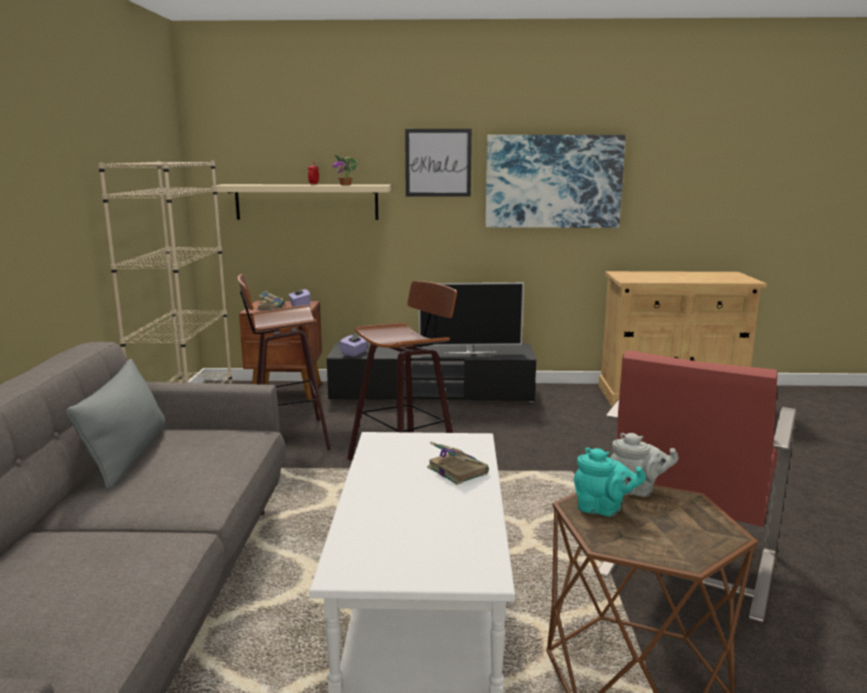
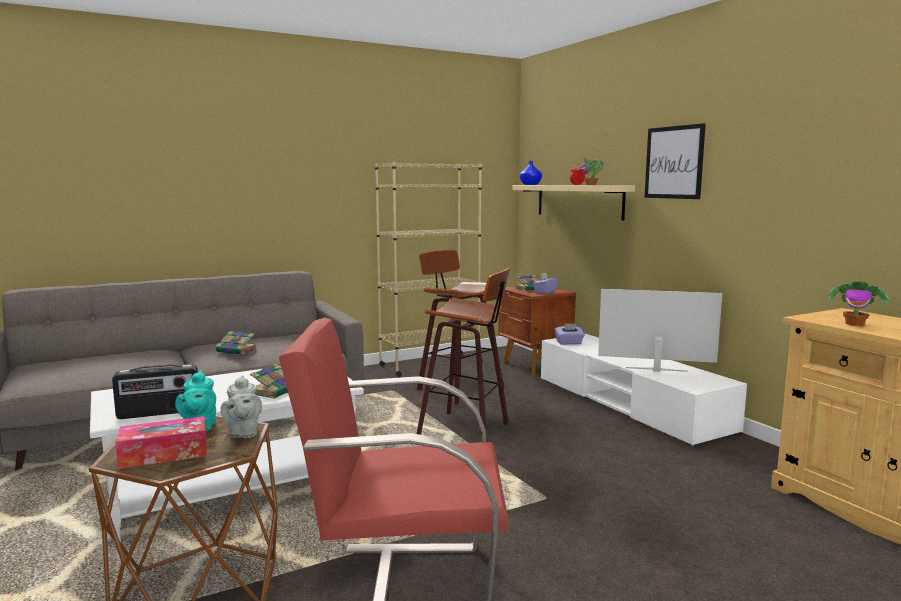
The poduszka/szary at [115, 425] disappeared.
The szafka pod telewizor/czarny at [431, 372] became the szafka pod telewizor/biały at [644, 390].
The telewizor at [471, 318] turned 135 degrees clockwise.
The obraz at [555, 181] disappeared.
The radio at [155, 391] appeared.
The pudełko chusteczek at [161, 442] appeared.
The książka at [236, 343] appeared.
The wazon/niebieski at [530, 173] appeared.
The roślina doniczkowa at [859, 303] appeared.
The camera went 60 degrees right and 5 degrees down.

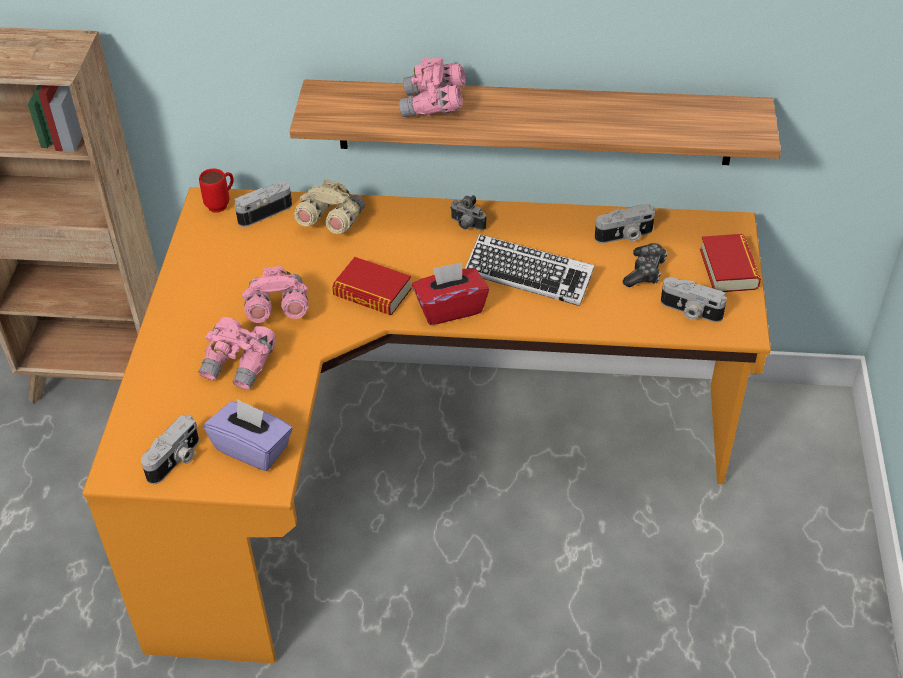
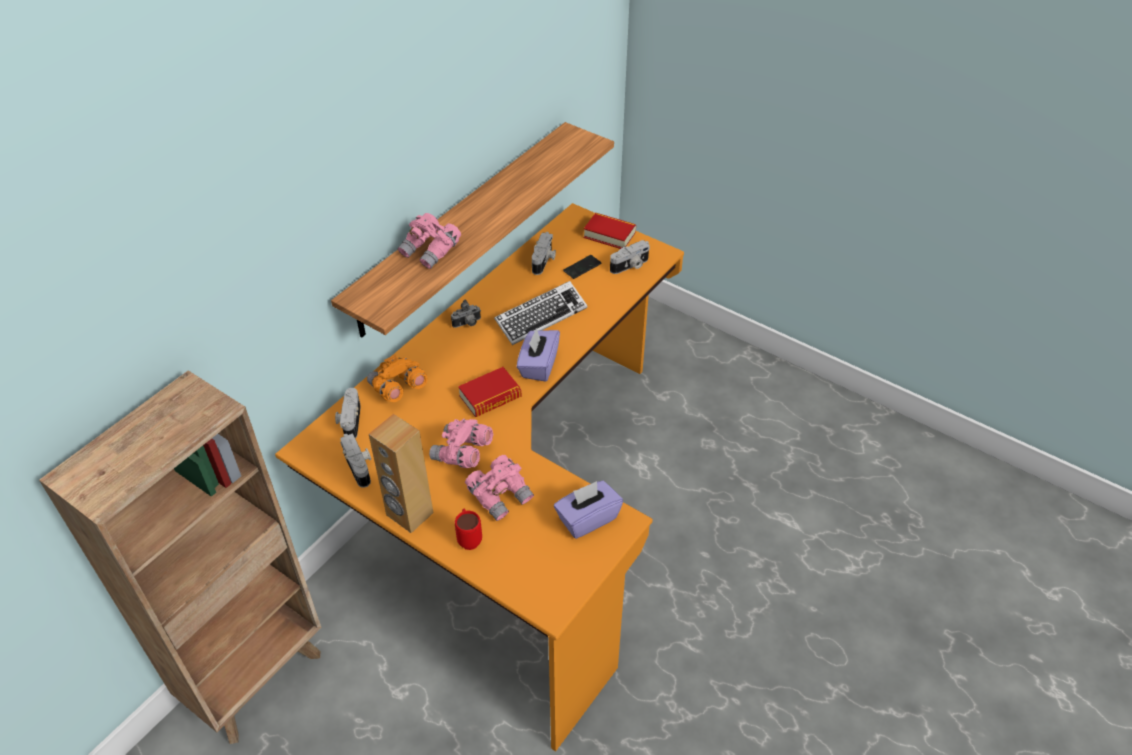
The aparat fotograficzny moved from [170, 449] to [355, 460].
The kubek/czerwony moved from [216, 190] to [468, 529].
The lornetka/beżowy at [329, 206] became the lornetka/pomarańczowy at [397, 378].
The pudełko chusteczek/czerwony at [450, 293] became the pudełko chusteczek/fioletowy at [538, 355].
The pad do gier at [645, 265] was replaced by the telefon at [582, 267].
The głośnik/brązowy at [401, 473] appeared.
The camera went 60 degrees left and 0 degrees up.

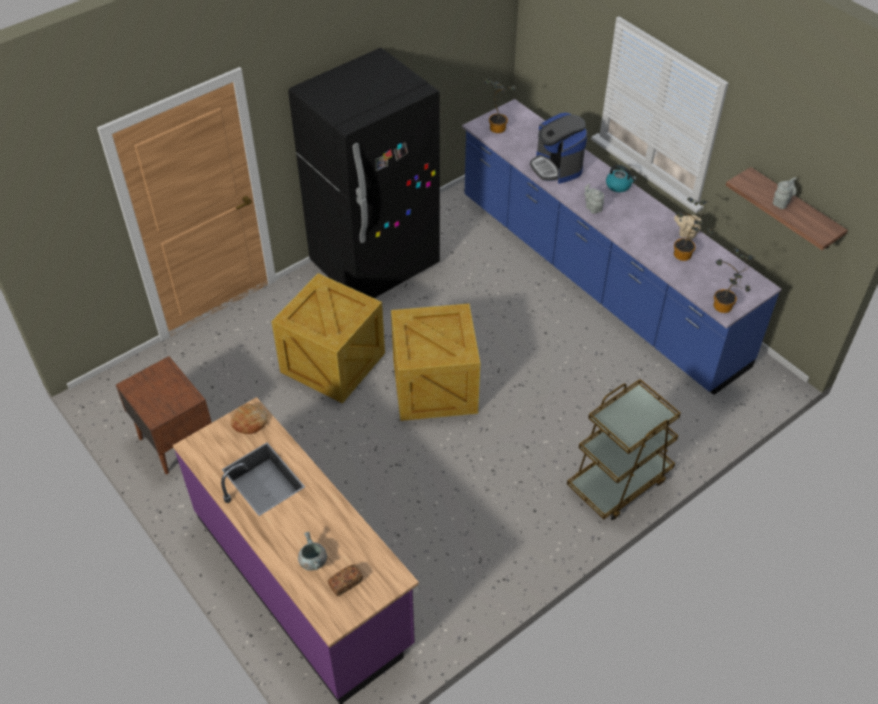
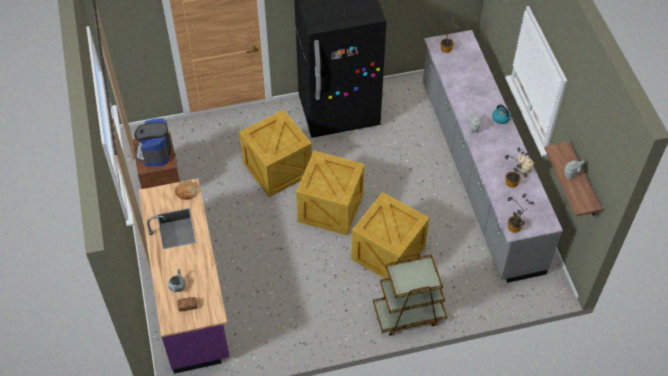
The zabudowa kuchenna/niebieski at [622, 247] became the zabudowa kuchenna/szary at [493, 156].
The ekspres do kawy moved from [558, 148] to [152, 142].
The skrzynka at [390, 236] appeared.
The camera went 25 degrees right and 5 degrees up.

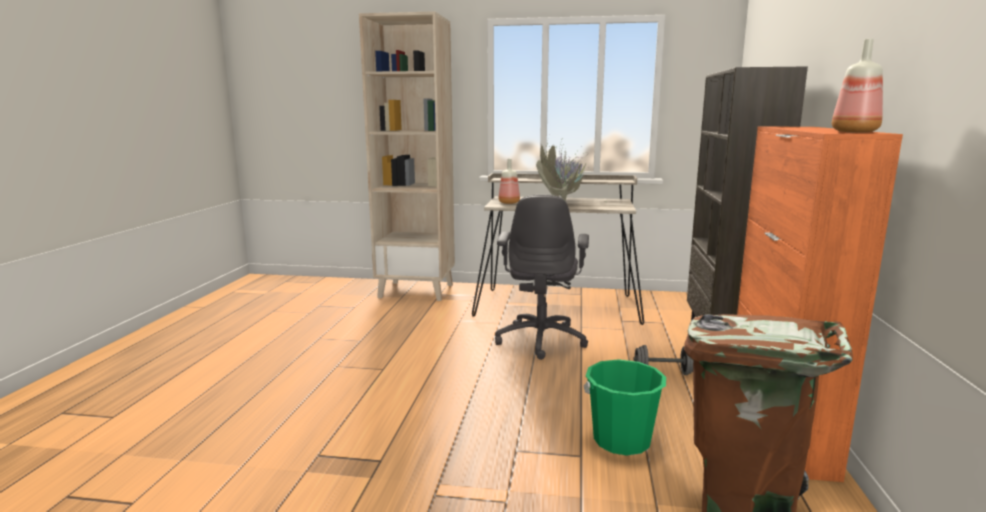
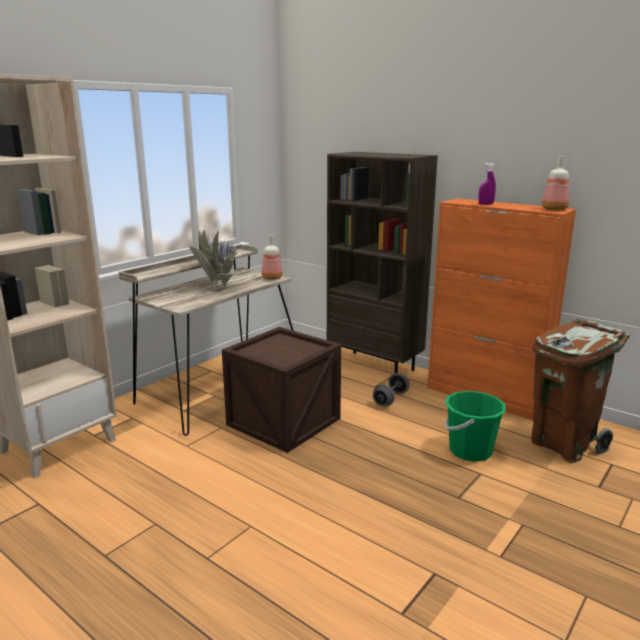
The krzesło biurowe/szary at [542, 277] was replaced by the skrzynka at [281, 390].
The butelka moved from [509, 181] to [272, 257].
The spryskiwacz/fioletowy at [487, 184] appeared.
The camera went 60 degrees left and 5 degrees up.

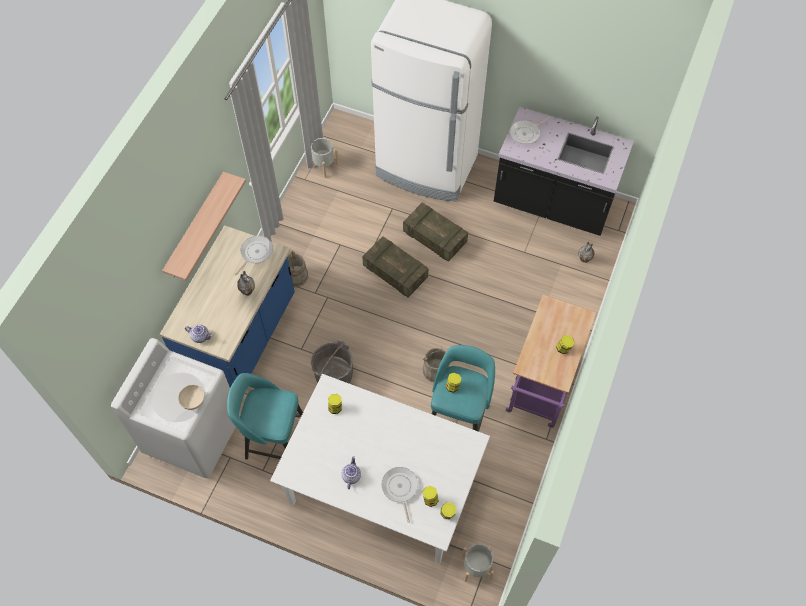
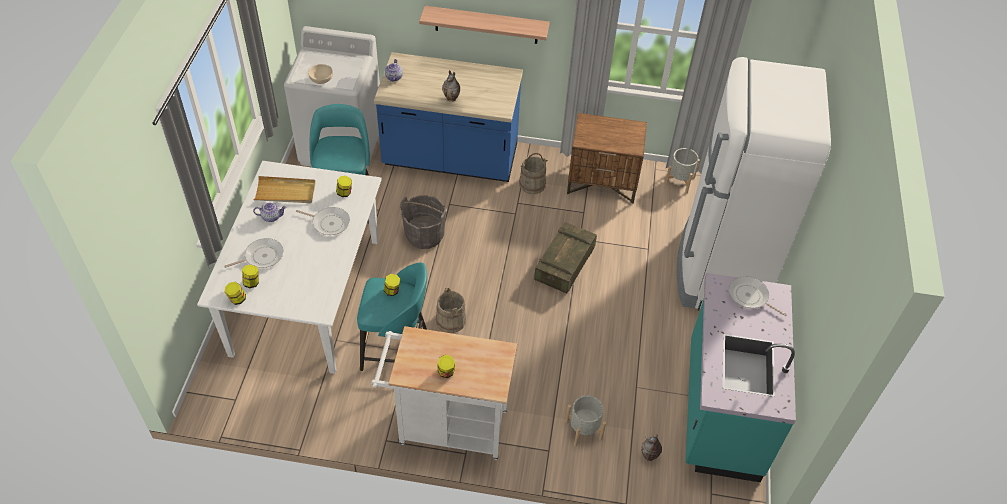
The patelnia moved from [254, 255] to [323, 221].
The skrzynka at [435, 232] disappeared.
The donica/szary moved from [478, 563] to [585, 421].
The zabudowa kuchenna/czarny at [564, 171] became the zabudowa kuchenna/turkusowy at [740, 377].
The wózek/fioletowy at [551, 362] became the wózek/biały at [444, 393].
The taca/beżowy at [284, 189] appeared.
The szafka nocna/brązowy at [607, 158] appeared.
The camera went 75 degrees right and 10 degrees down.

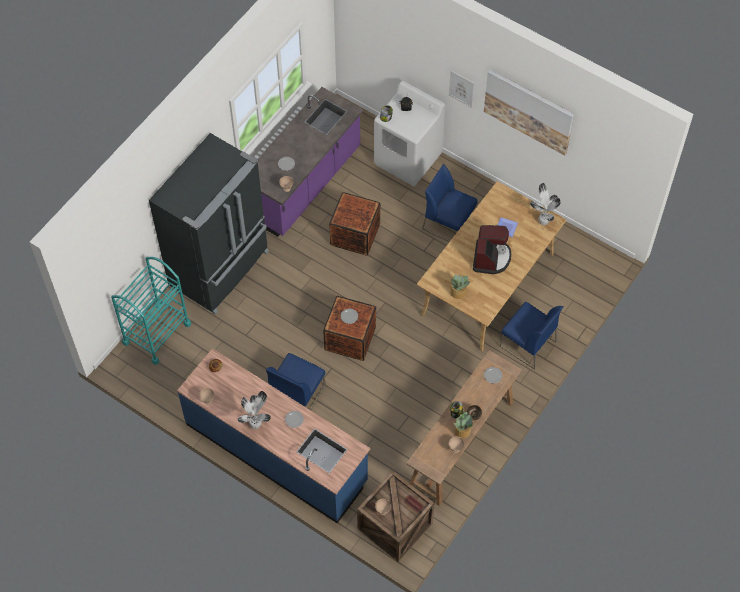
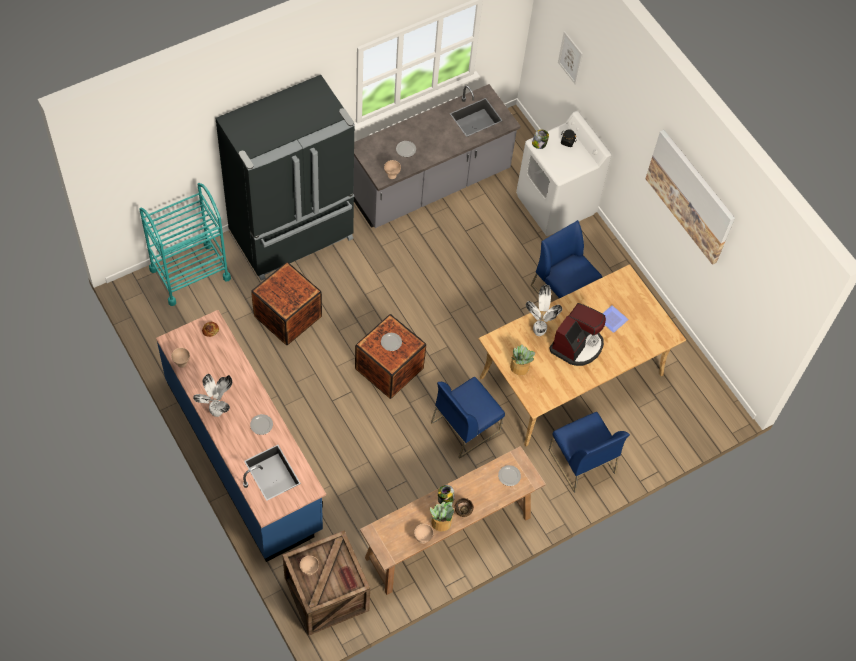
The zabudowa kuchenna/fioletowy at [310, 162] became the zabudowa kuchenna/szary at [437, 156].
The krzesło/niebieski moved from [295, 381] to [468, 418].
The skrzynka moved from [355, 224] to [286, 303].
The obraz moved from [462, 89] to [570, 58].
The roślina doniczkowa moved from [545, 204] to [544, 310].
The camera went 20 degrees right and 0 degrees up.

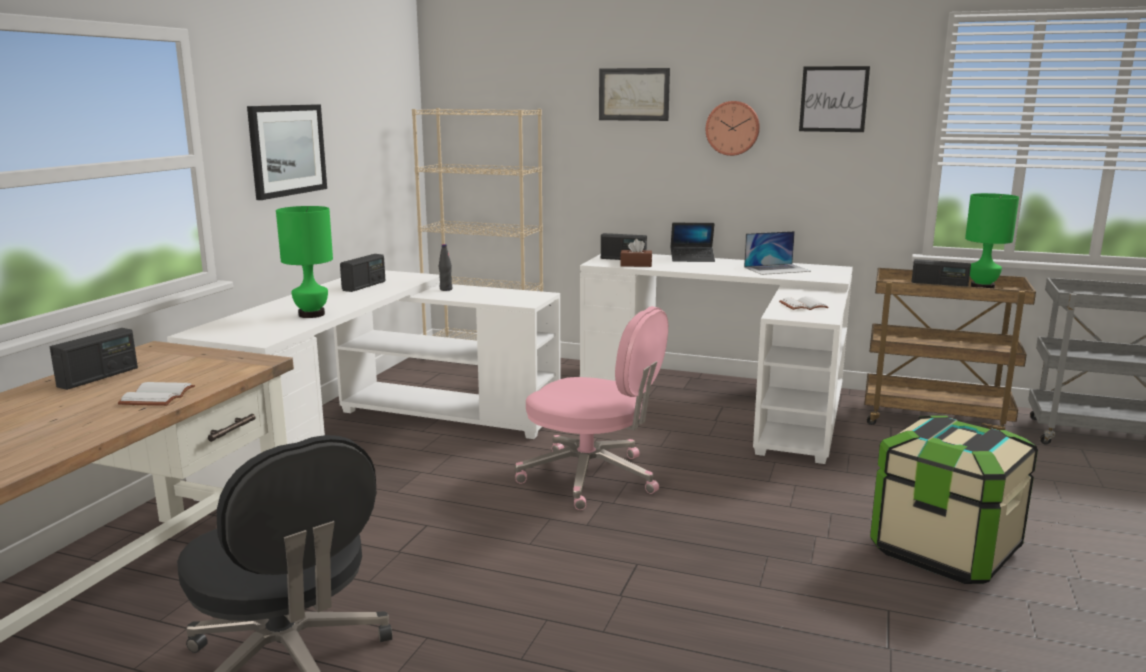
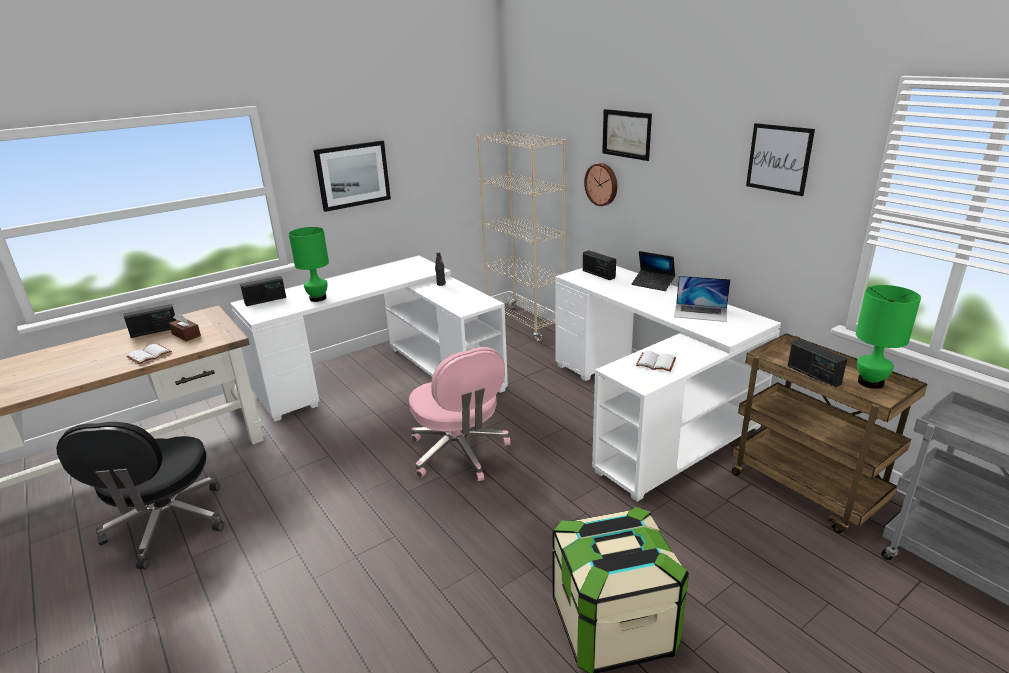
The radio moved from [362, 273] to [263, 291].
The pudełko chusteczek/brązowy moved from [636, 253] to [185, 327].
The zegar ścienny moved from [733, 128] to [600, 184].
The camera went 35 degrees right and 10 degrees up.

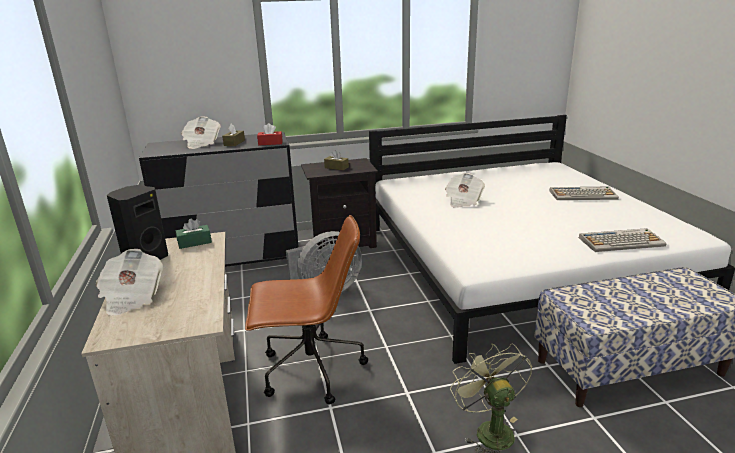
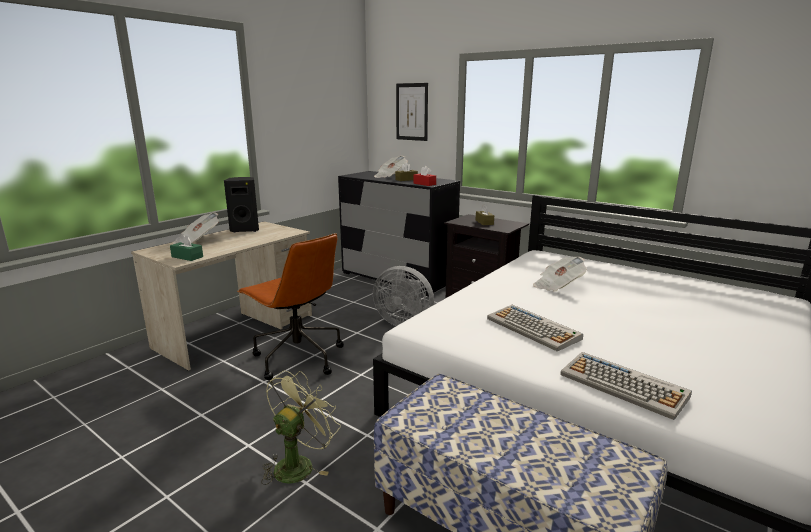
The pudełko chusteczek/zielony moved from [194, 233] to [186, 247].
The klawiatura moved from [584, 193] to [535, 328].
The obraz at [412, 112] appeared.
The camera went 50 degrees right and 5 degrees down.

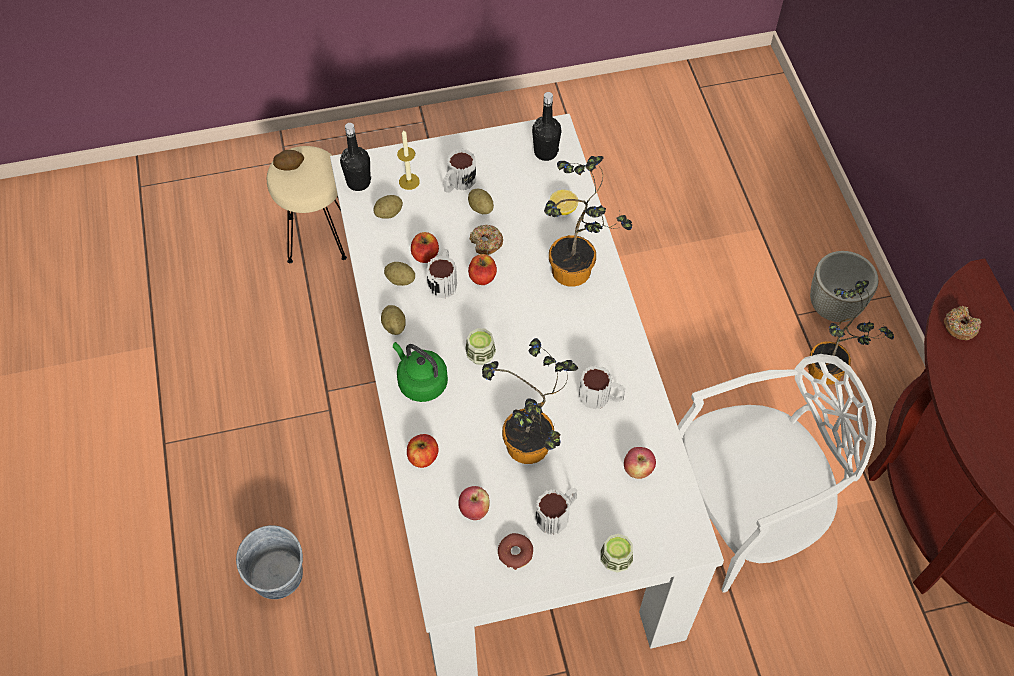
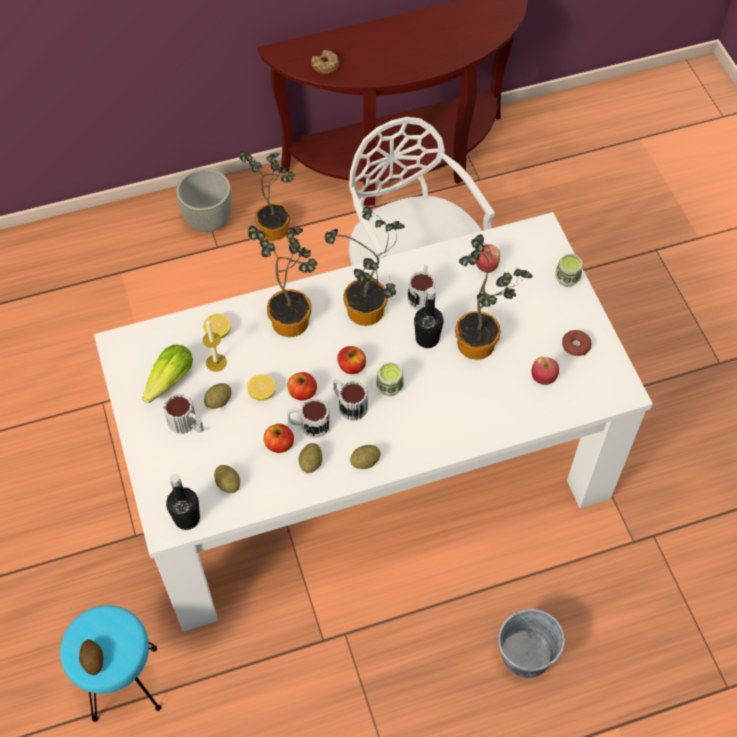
The stołek/beżowy at [307, 204] became the stołek/turkusowy at [111, 663].
The czajnik/zielony at [420, 372] disappeared.
The świeca moved from [408, 159] to [215, 346].
The jabłko moved from [423, 451] to [351, 360].
The donut at [486, 240] was replaced by the cytryna at [261, 387].
The butelka/czarny moved from [547, 126] to [429, 318].
The kubek moved from [556, 511] to [350, 400].
The sałata at [167, 374] appeared.
The roślina doniczkowa at [365, 266] appeared.
The camera went 95 degrees left and 0 degrees up.

